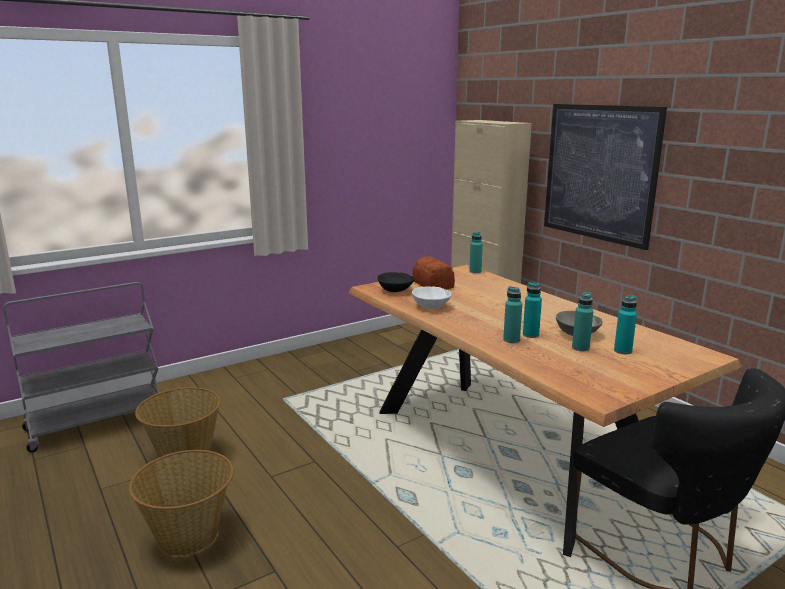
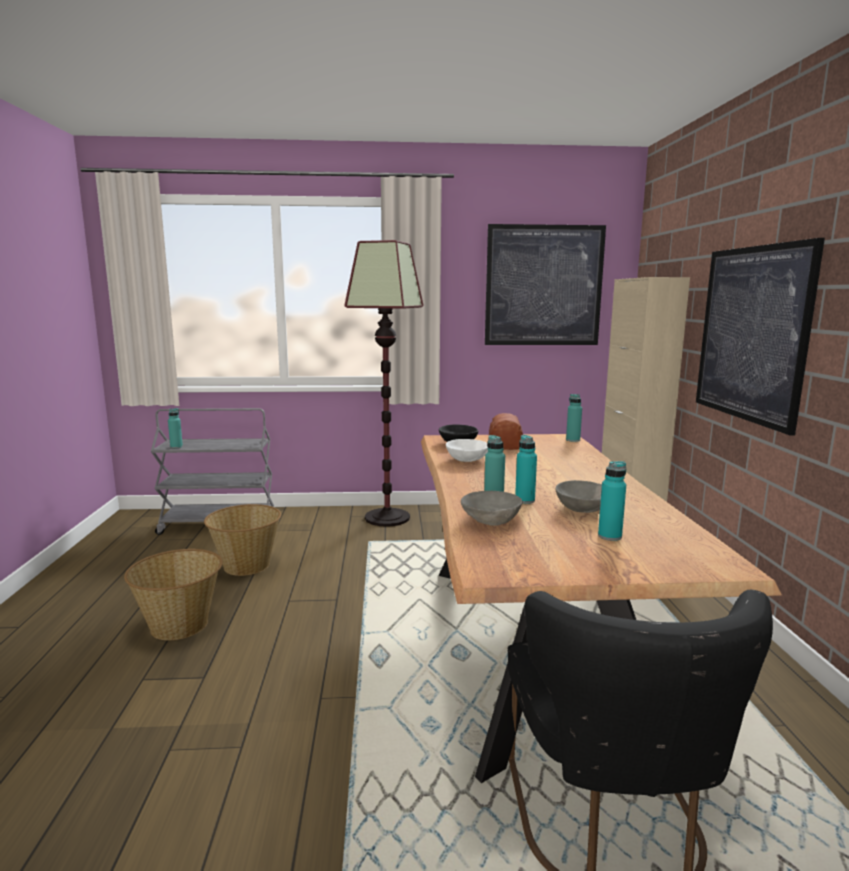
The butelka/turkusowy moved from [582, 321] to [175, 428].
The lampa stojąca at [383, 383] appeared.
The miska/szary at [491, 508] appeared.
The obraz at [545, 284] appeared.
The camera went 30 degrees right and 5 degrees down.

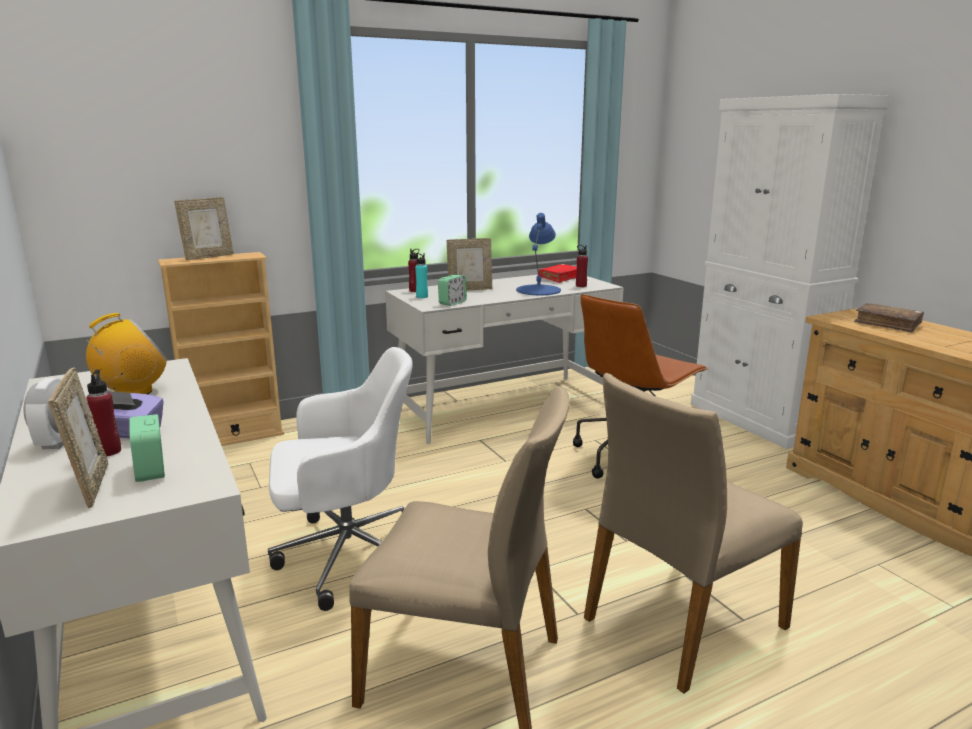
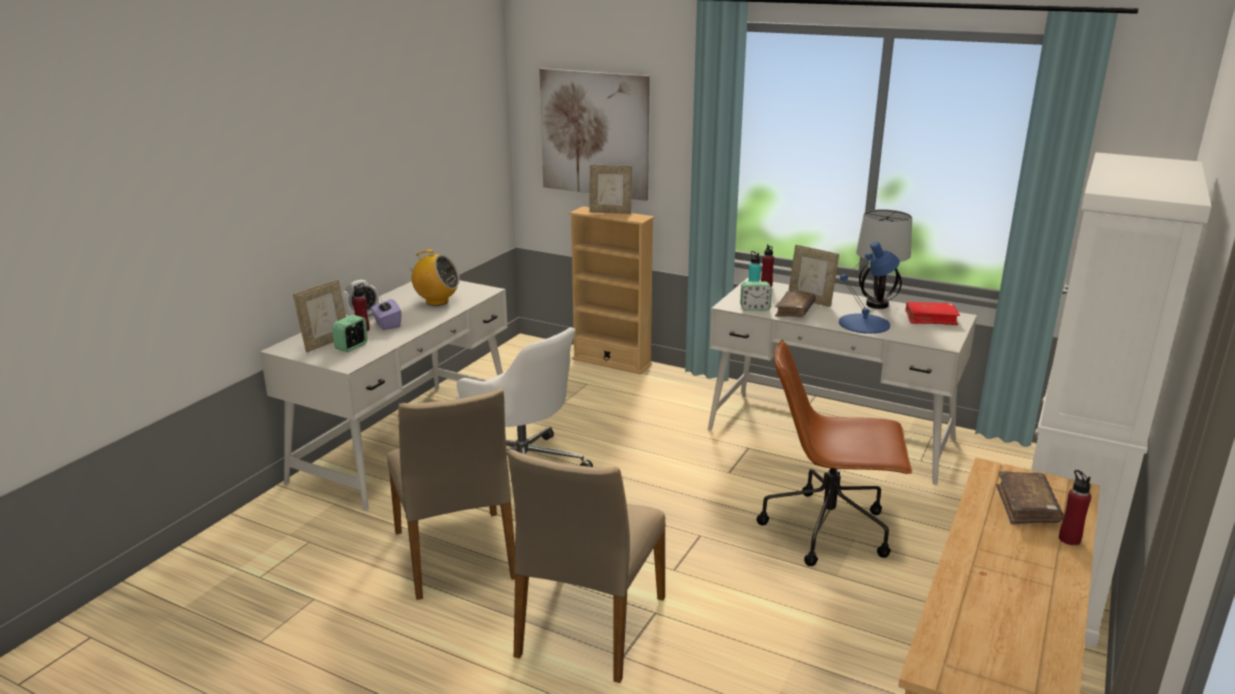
The butelka/czerwony moved from [582, 266] to [1075, 507].
The krzesło/beżowy at [693, 533] turned 90 degrees counterclockwise.
The obraz at [594, 134] appeared.
The książka/brązowy at [795, 304] appeared.
The lampa stołowa at [884, 259] appeared.
The camera went 55 degrees right and 5 degrees up.

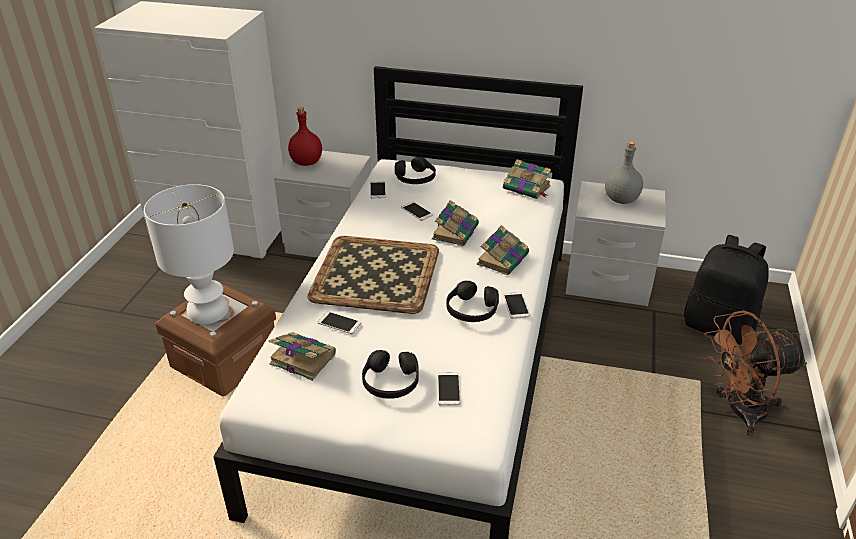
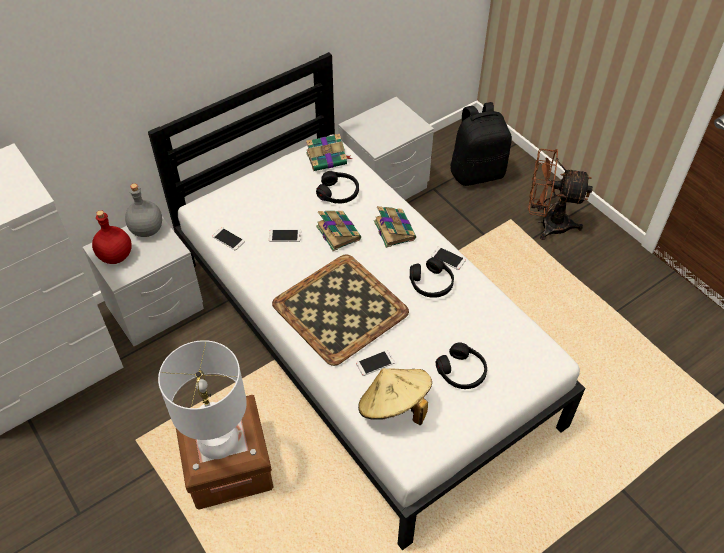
The książka at [302, 356] was replaced by the kapelusz/beżowy at [395, 396].
The słuchawki/czarny moved from [415, 170] to [337, 187].
The telefon at [448, 388] disappeared.
The butelka/szary moved from [624, 172] to [143, 210].
The wentylator/brązowy at [755, 373] turned 75 degrees clockwise.
The camera went 50 degrees left and 15 degrees up.

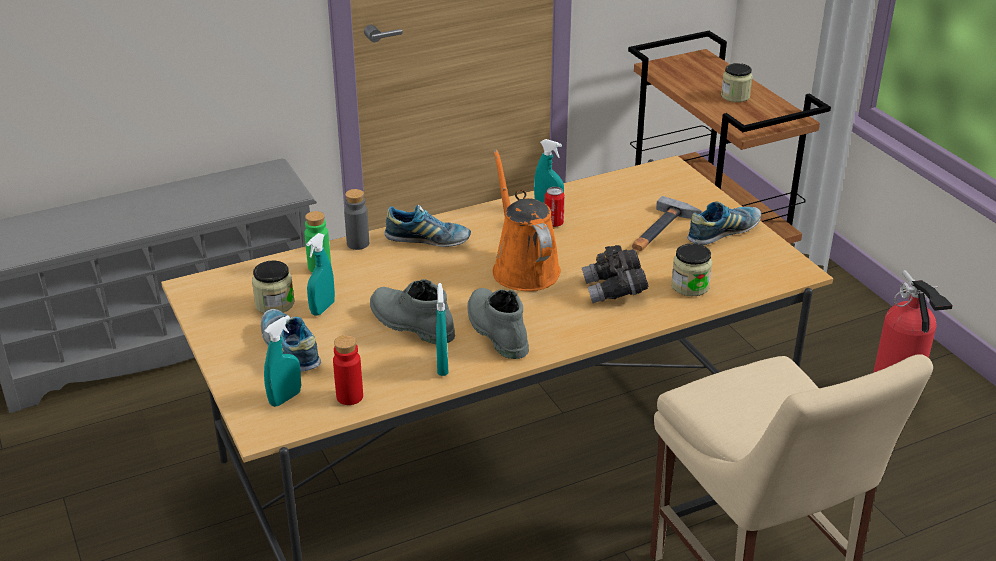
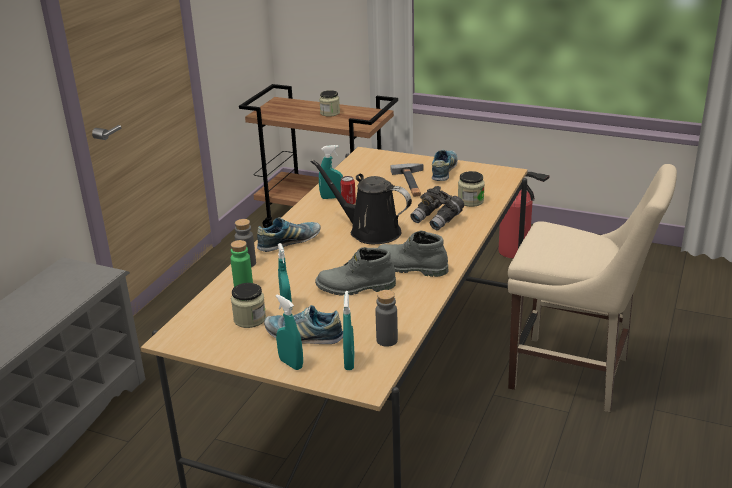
The butelka/czerwony at [348, 370] became the butelka/szary at [387, 318].
The spryskiwacz/turkusowy moved from [442, 329] to [289, 332].
The konewka/pomarańczowy at [526, 220] became the konewka/czarny at [361, 201].
The camera went 40 degrees left and 5 degrees down.

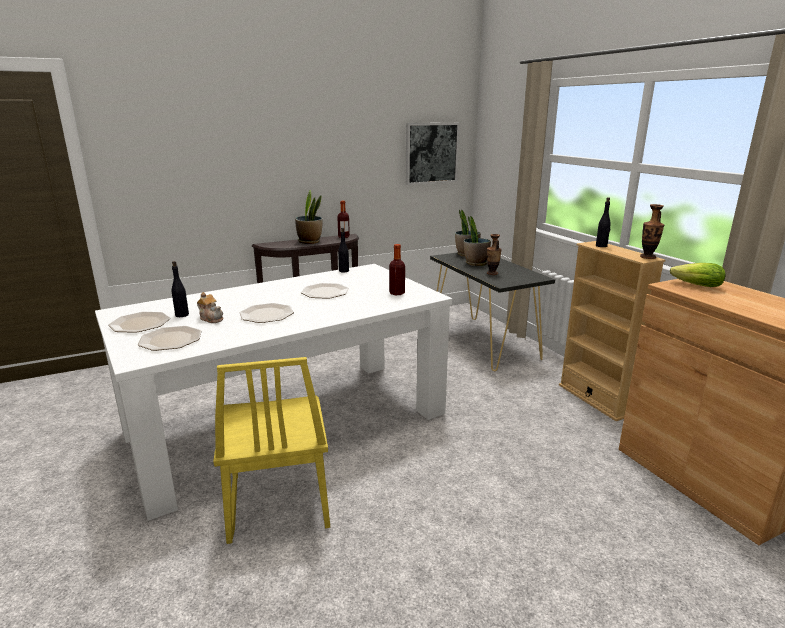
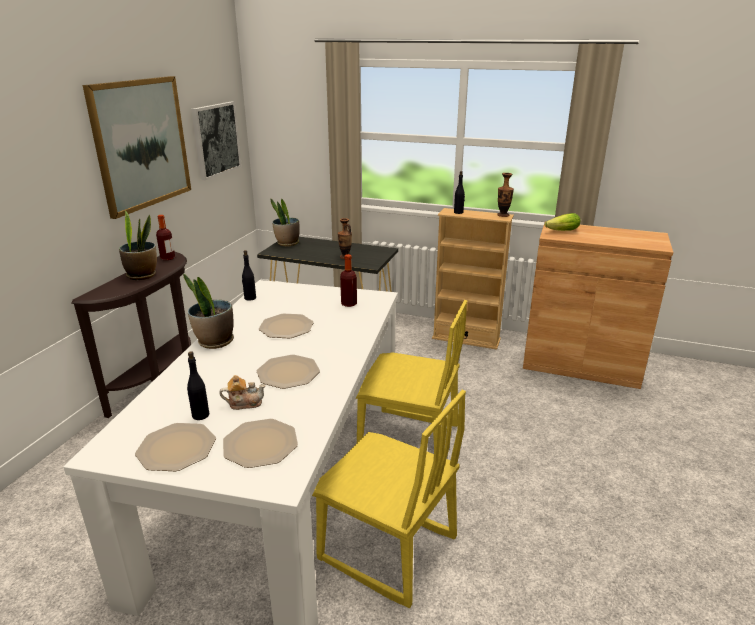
The roślina doniczkowa moved from [477, 241] to [208, 311].
The obraz at [137, 147] appeared.
The krzesło/żółty at [411, 376] appeared.
The camera went 45 degrees left and 5 degrees up.

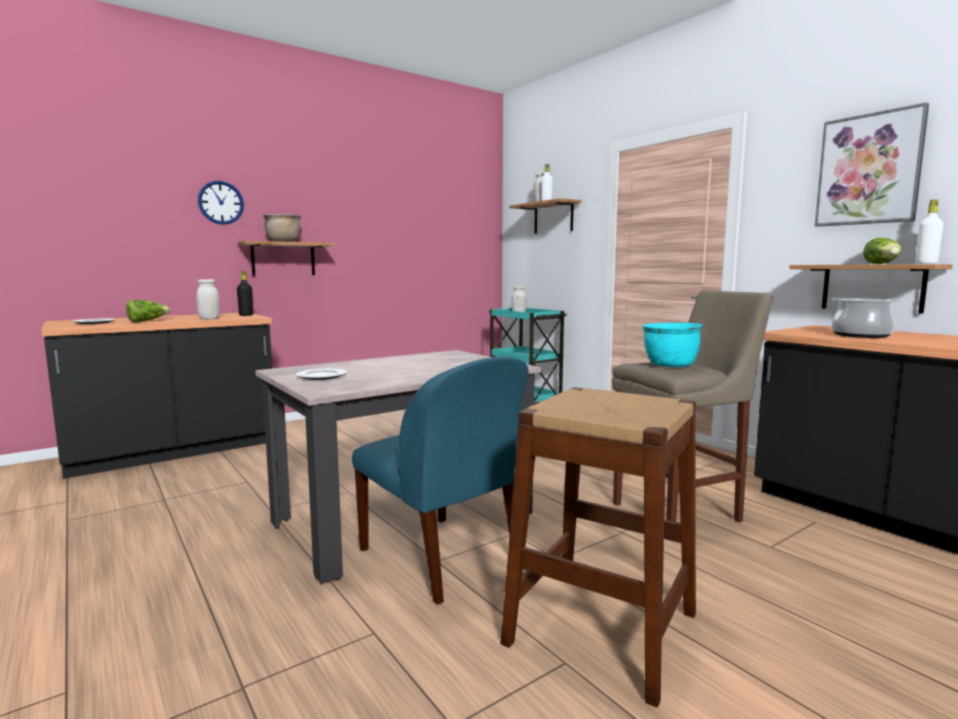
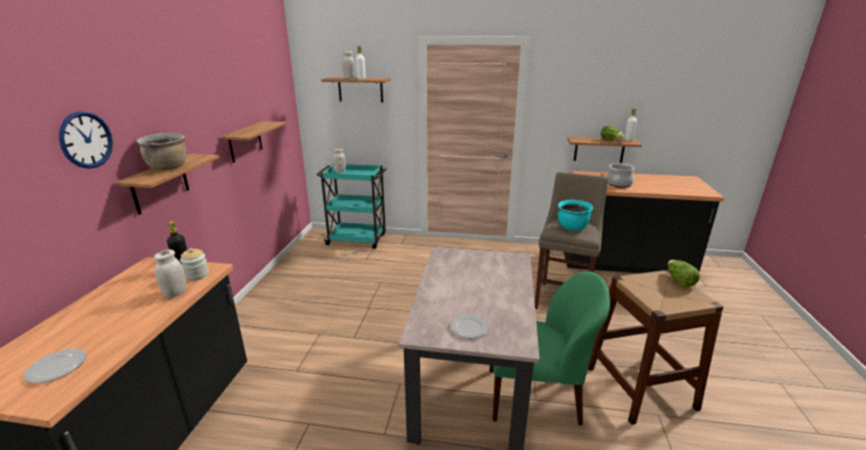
The sałata moved from [148, 311] to [684, 273].
The krzesło/niebieski at [440, 481] became the krzesło/zielony at [549, 348].
The obraz at [872, 164] disappeared.
The słoik at [194, 264] appeared.
The półka at [253, 142] appeared.
The camera went 45 degrees left and 15 degrees up.

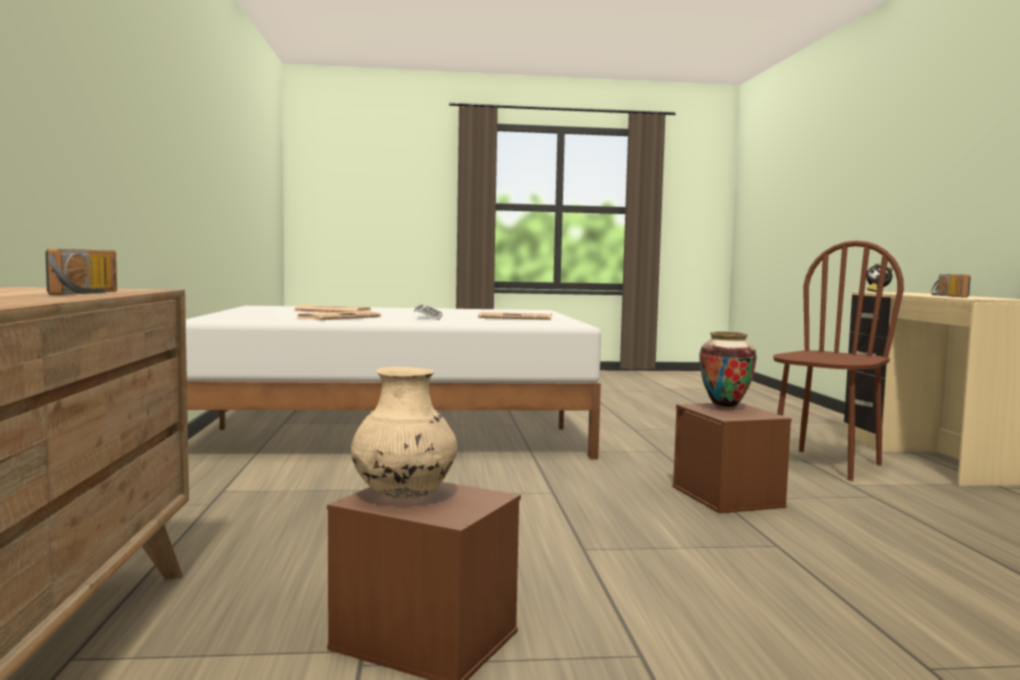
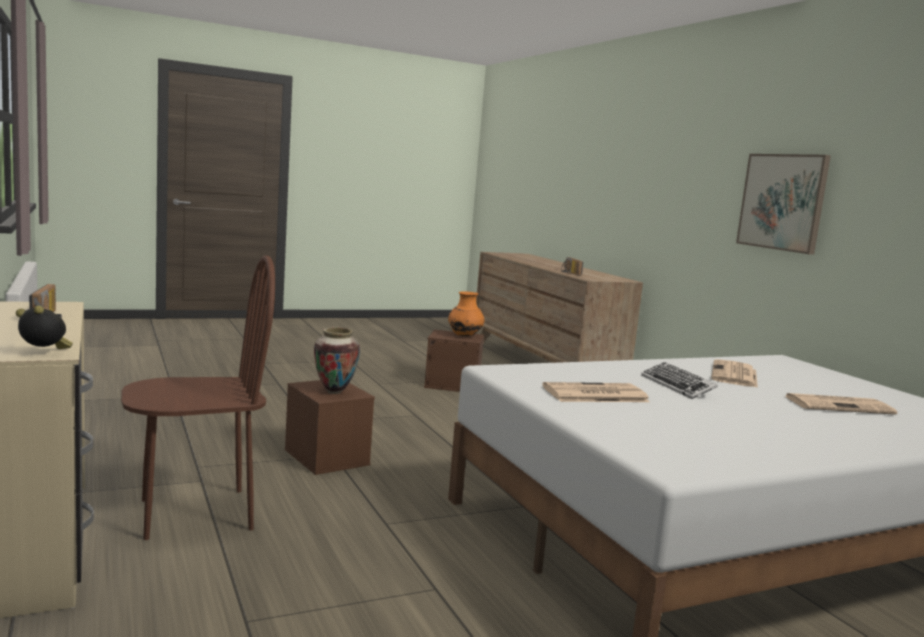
The wazon/beżowy at [404, 433] became the wazon/pomarańczowy at [466, 314].
The krzesło/brązowy at [838, 361] turned 135 degrees counterclockwise.
The obraz at [783, 204] appeared.
The camera went 160 degrees right and 5 degrees up.

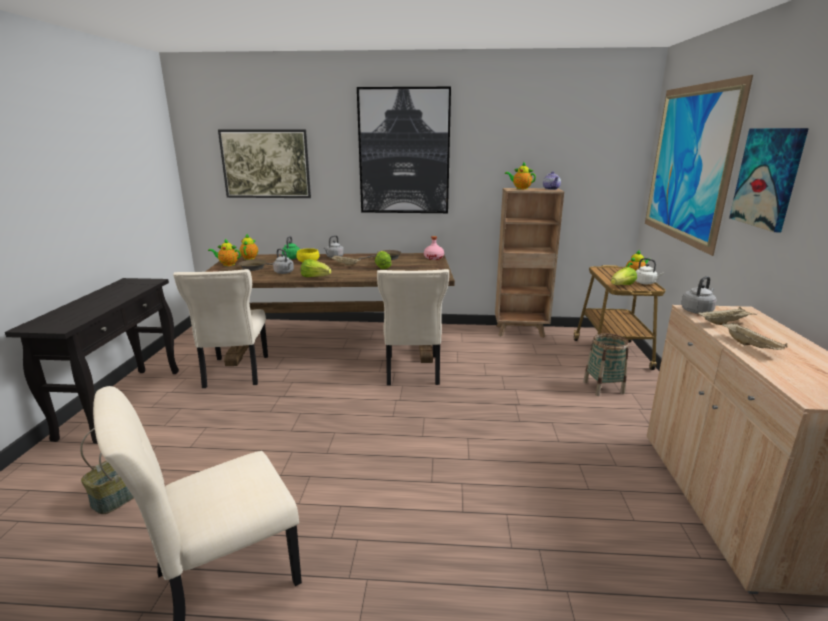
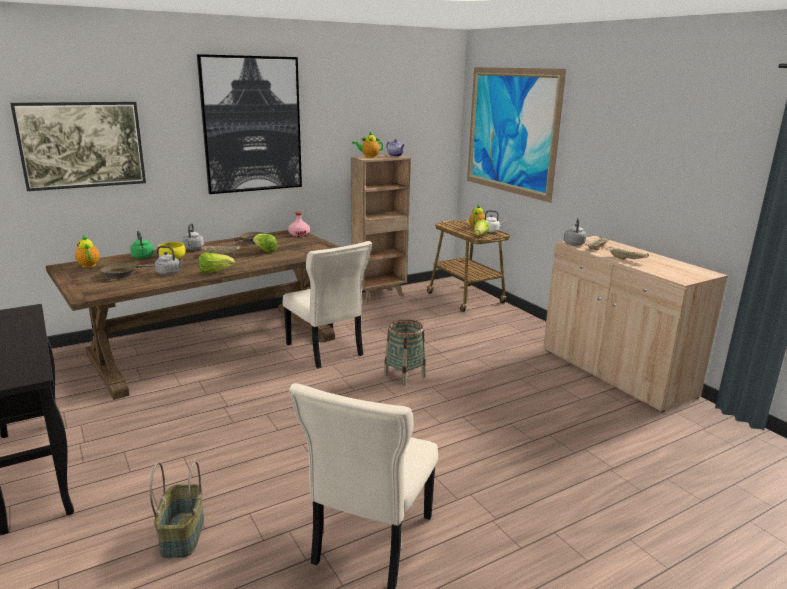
The krzesło/beżowy at [220, 328] disappeared.
The imbryk at [224, 252] disappeared.
The koszyk moved from [606, 364] to [404, 352].
The obraz at [769, 180] disappeared.
The camera went 35 degrees left and 0 degrees up.

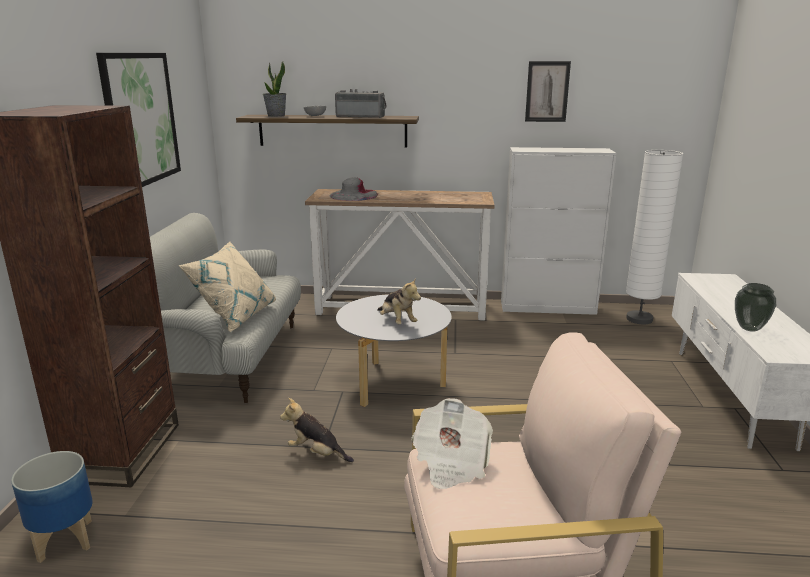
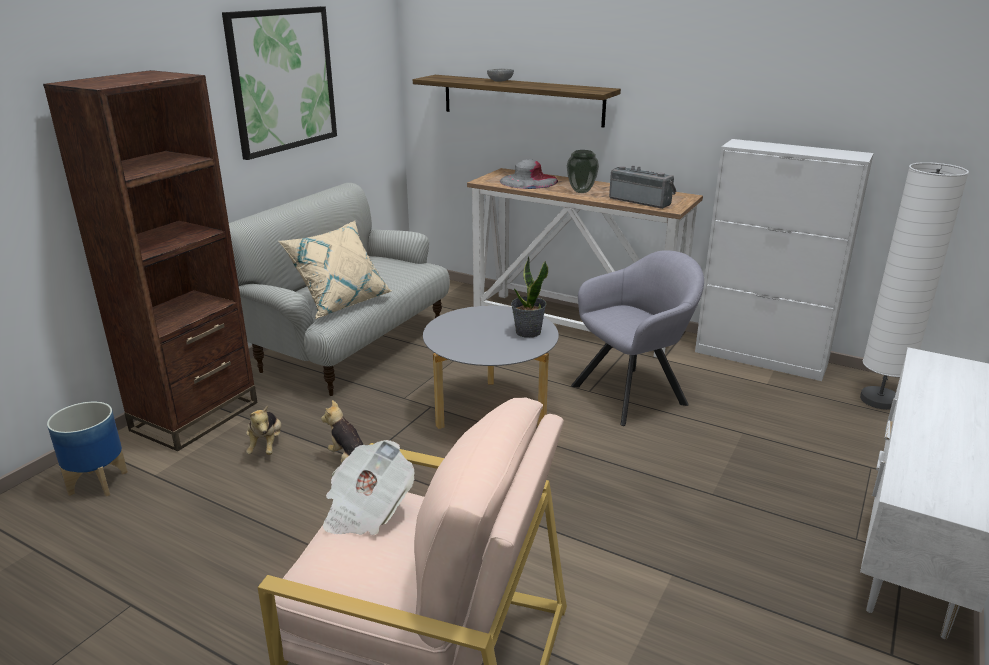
The roślina doniczkowa moved from [274, 89] to [529, 297].
The radio moved from [361, 103] to [642, 187].
The pluszak moved from [399, 300] to [263, 430].
The obraz at [548, 91] disappeared.
The wazon moved from [755, 307] to [583, 171].
The fotel/szary at [637, 338] appeared.
The camera went 25 degrees right and 5 degrees up.

